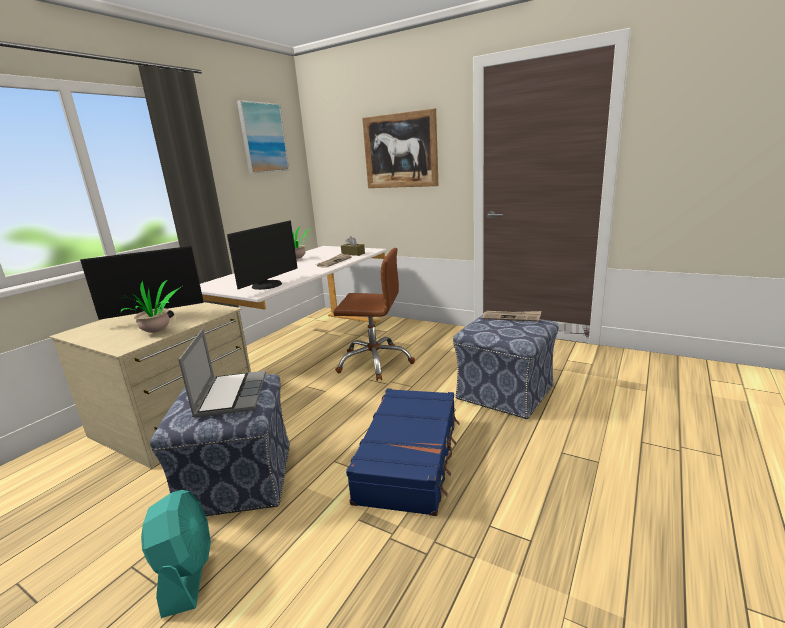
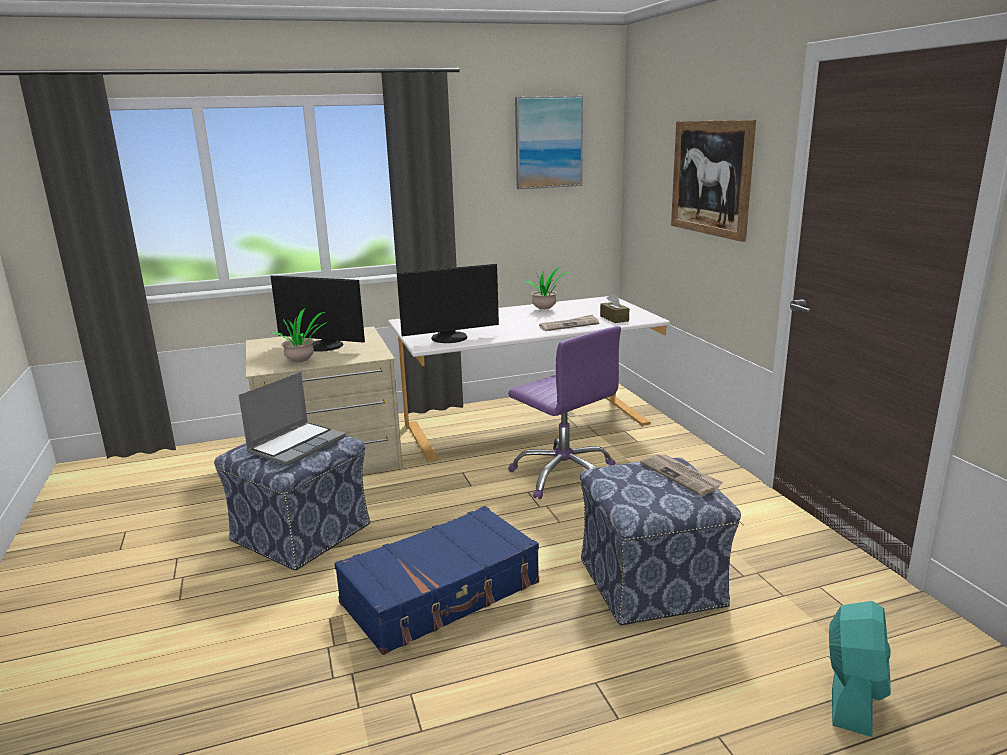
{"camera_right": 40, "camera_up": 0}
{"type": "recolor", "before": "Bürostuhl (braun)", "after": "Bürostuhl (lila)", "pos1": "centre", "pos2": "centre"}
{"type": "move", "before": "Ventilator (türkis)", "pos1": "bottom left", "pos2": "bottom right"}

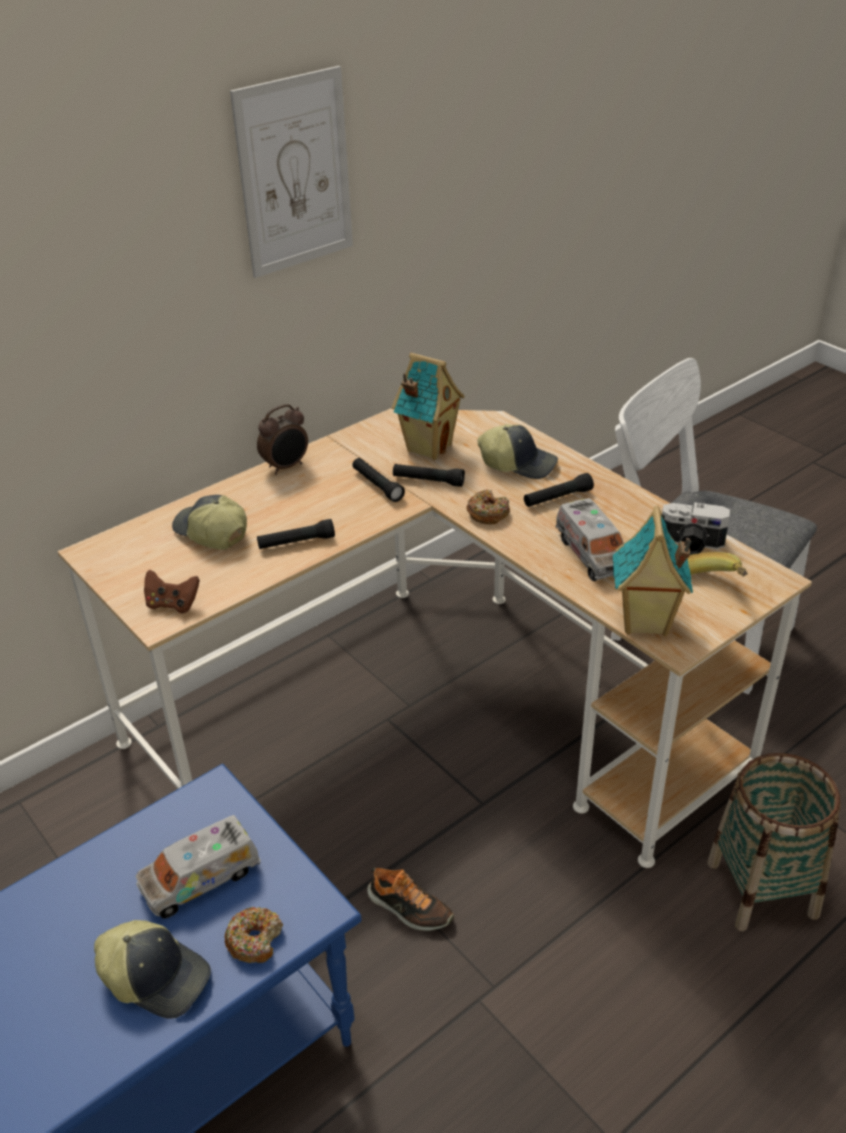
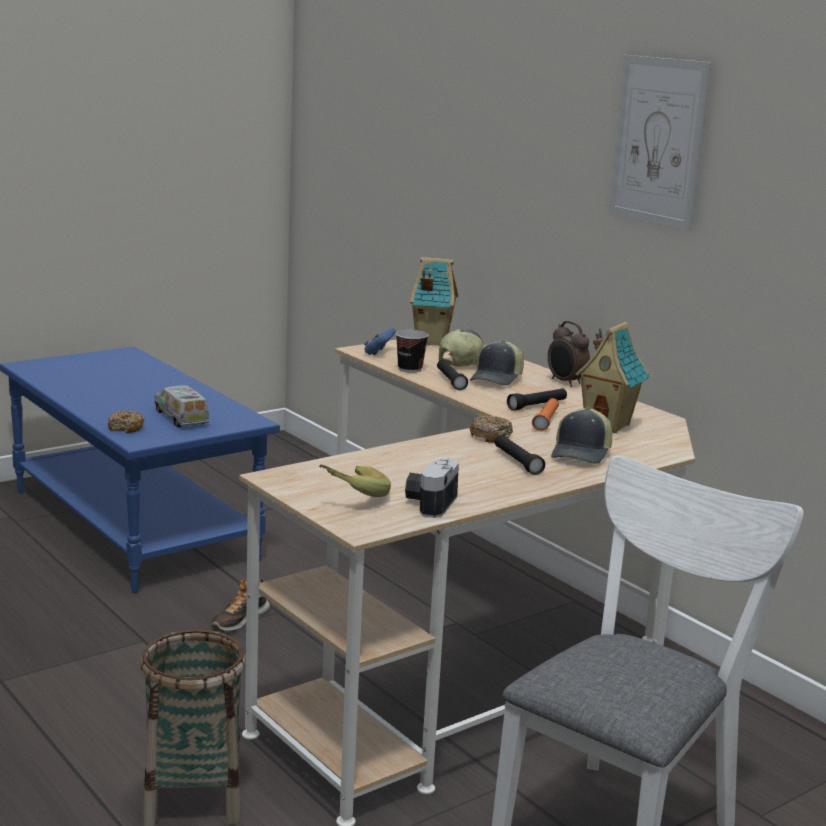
{"camera_right": 90, "camera_up": -20}
{"type": "recolor", "before": "Gamepad (braun)", "after": "Gamepad (blau)", "pos1": "middle left", "pos2": "centre"}
{"type": "insert", "after": "Tasse", "pos2": "centre"}
{"type": "move", "before": "Spielzeughaus (2nd from left in the first image)", "after": "Spielzeughaus (1st from left)", "pos1": "middle right", "pos2": "centre"}
{"type": "move", "before": "Kappe (1st from left in the first image)", "after": "Kappe (2nd from left)", "pos1": "bottom left", "pos2": "centre"}
{"type": "recolor", "before": "Taschenlampe (schwarz) (3rd from left)", "after": "Taschenlampe (orange)", "pos1": "centre", "pos2": "centre"}
{"type": "delete", "before": "Spielzeuglaster (2nd from left)", "pos1": "middle right"}

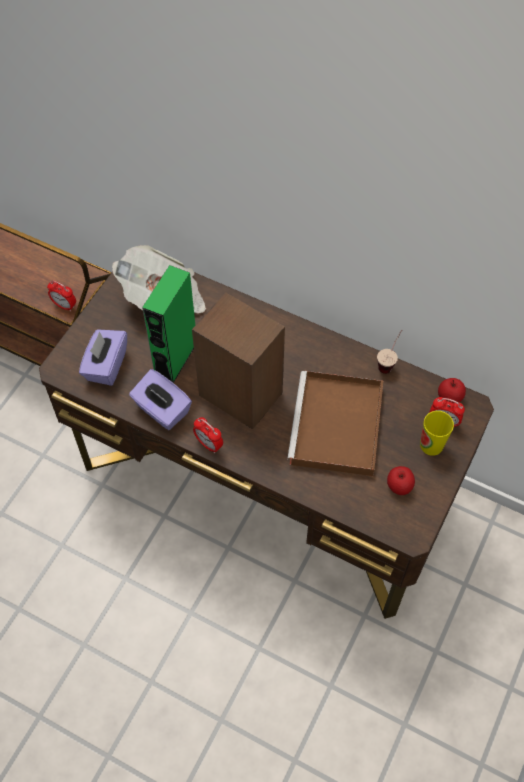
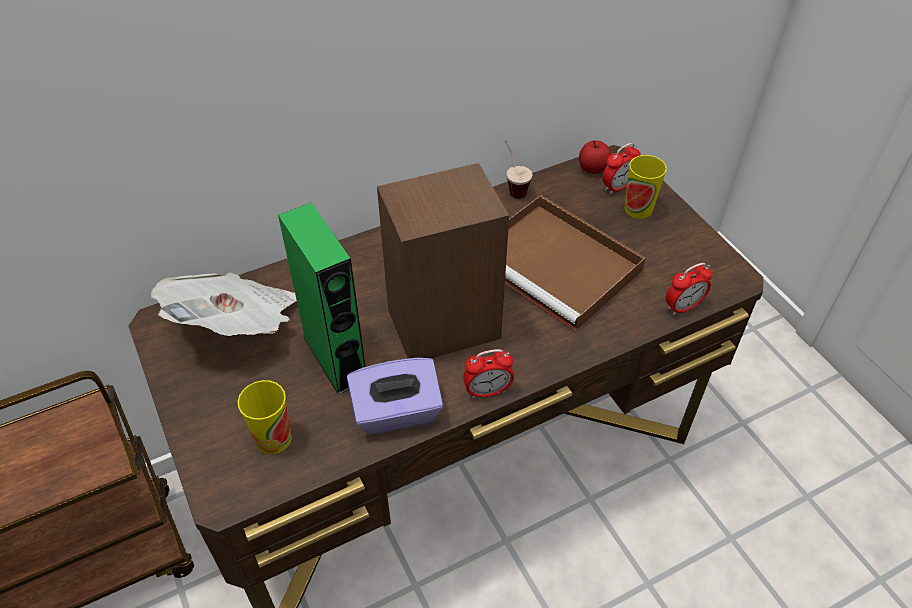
{"camera_right": -55, "camera_up": -10}
{"type": "replace", "before": "Taschentuchbox (lila) (1st from left)", "after": "Tasse (1st from left)", "pos1": "middle left", "pos2": "bottom left"}
{"type": "move", "before": "Wecker (1st from left in the first image)", "after": "Wecker (3rd from left)", "pos1": "middle left", "pos2": "middle right"}
{"type": "delete", "before": "Apfel (1st from left)", "pos1": "middle right"}

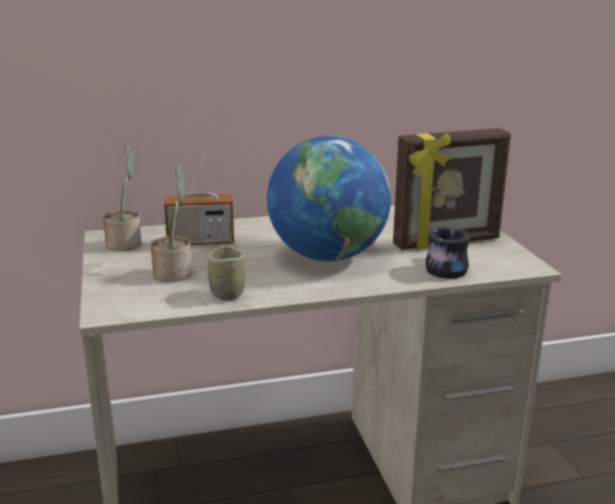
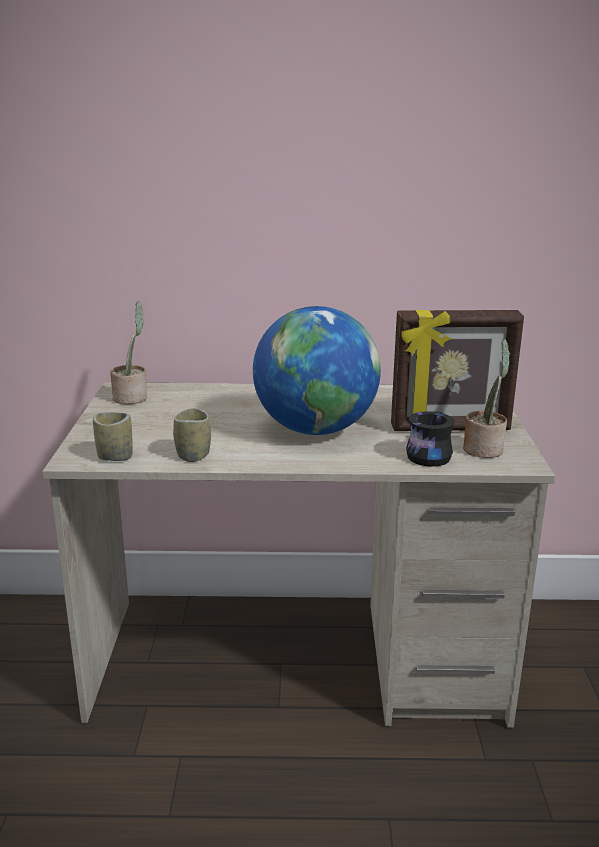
{"camera_right": 15, "camera_up": 0}
{"type": "insert", "after": "Tasse (1st from left)", "pos2": "middle left"}
{"type": "move", "before": "Topfpflanze (2nd from left)", "pos1": "middle left", "pos2": "middle right"}
{"type": "delete", "before": "Radio", "pos1": "middle left"}

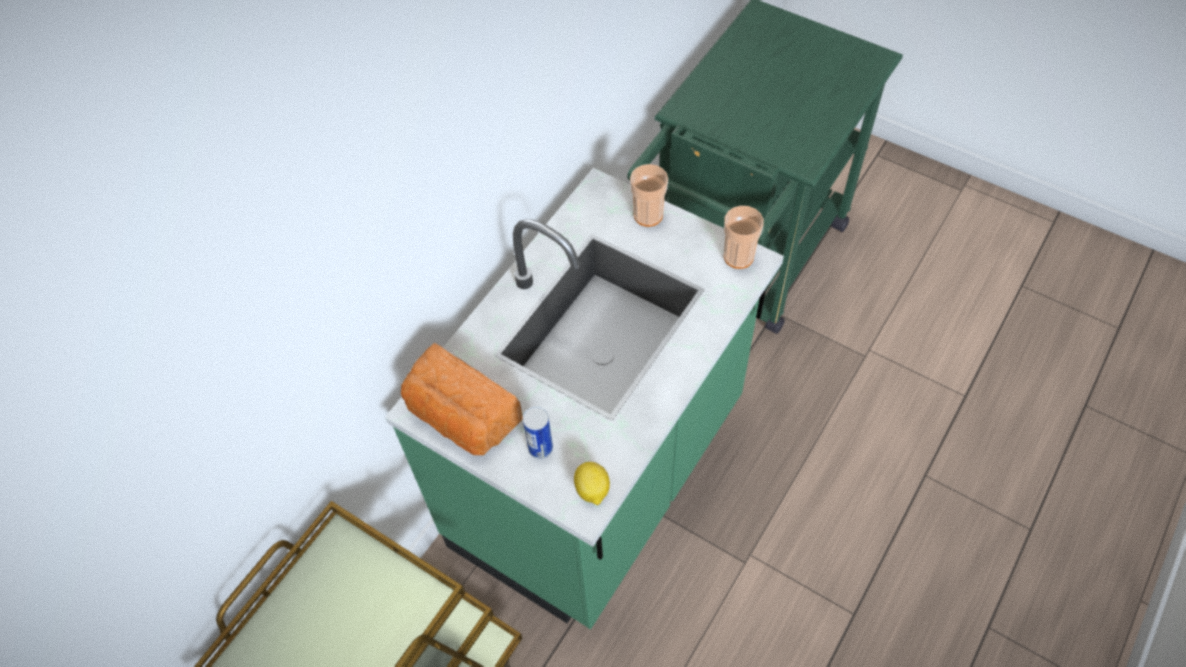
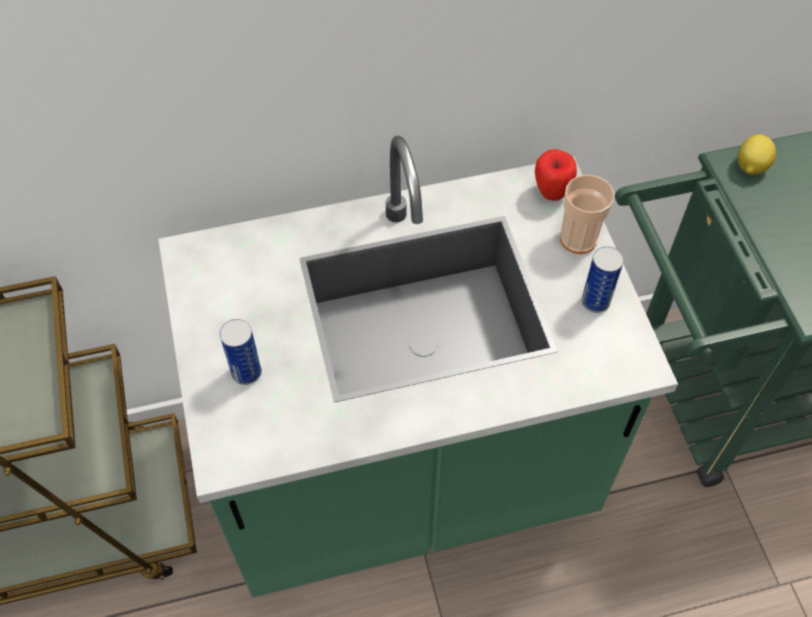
{"camera_right": 40, "camera_up": 0}
{"type": "insert", "after": "Apfel", "pos2": "top right"}
{"type": "insert", "after": "Dose (2nd from left)", "pos2": "middle right"}
{"type": "move", "before": "Zitrone", "pos1": "bottom centre", "pos2": "top right"}
{"type": "delete", "before": "Brot", "pos1": "centre"}
{"type": "delete", "before": "Tasse (2nd from left)", "pos1": "centre"}

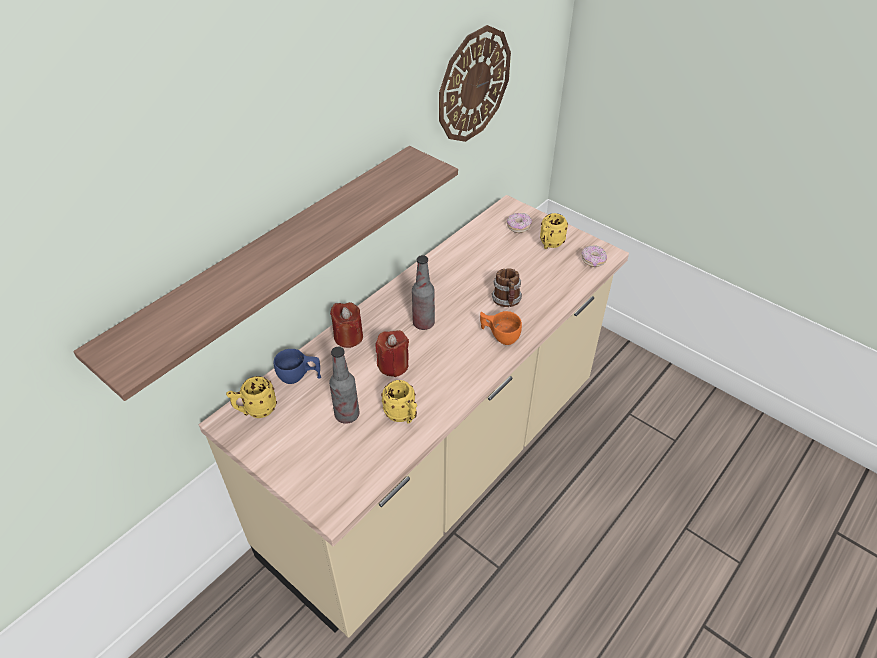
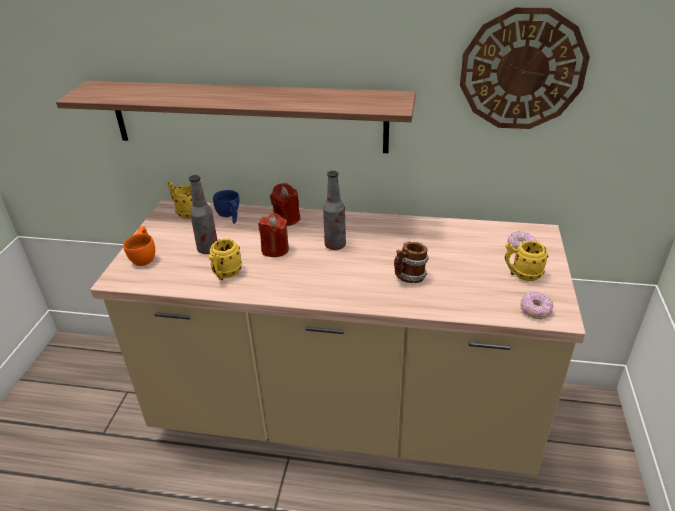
{"camera_right": 60, "camera_up": -10}
{"type": "move", "before": "Tasse (orange)", "pos1": "centre", "pos2": "middle left"}

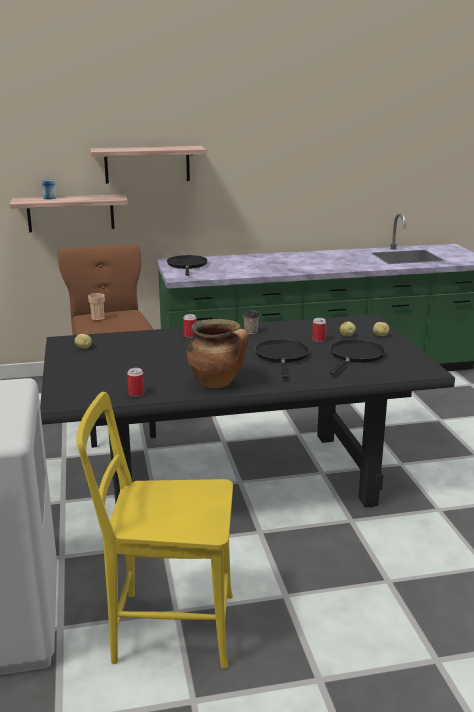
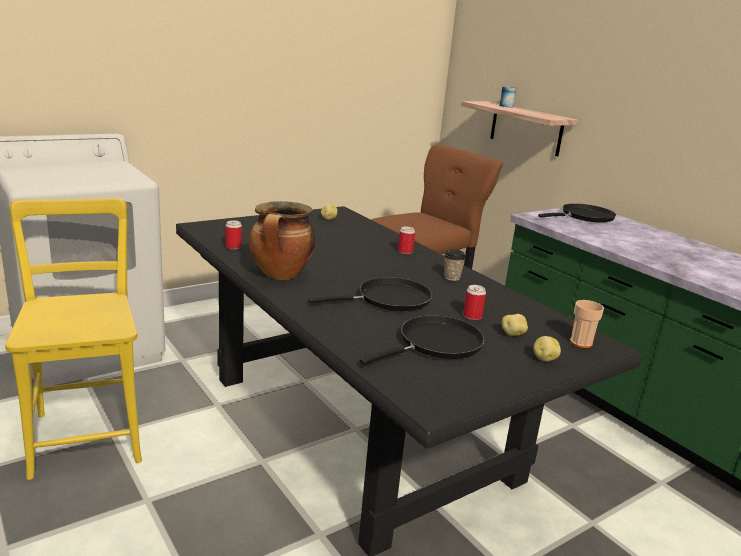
{"camera_right": 65, "camera_up": 0}
{"type": "rotate", "before": "Pfanne (schwarz) (3rd from left in the first image)", "pos1": "middle right", "pos2": "centre", "turn": -45}
{"type": "move", "before": "Tasse (1st from left in the first image)", "after": "Tasse (2nd from left)", "pos1": "middle left", "pos2": "middle right"}
{"type": "delete", "before": "Wandregal (2nd from left)", "pos1": "top left"}

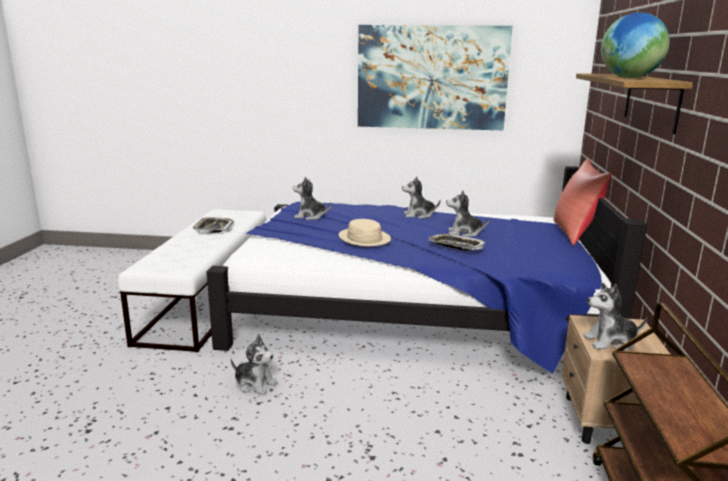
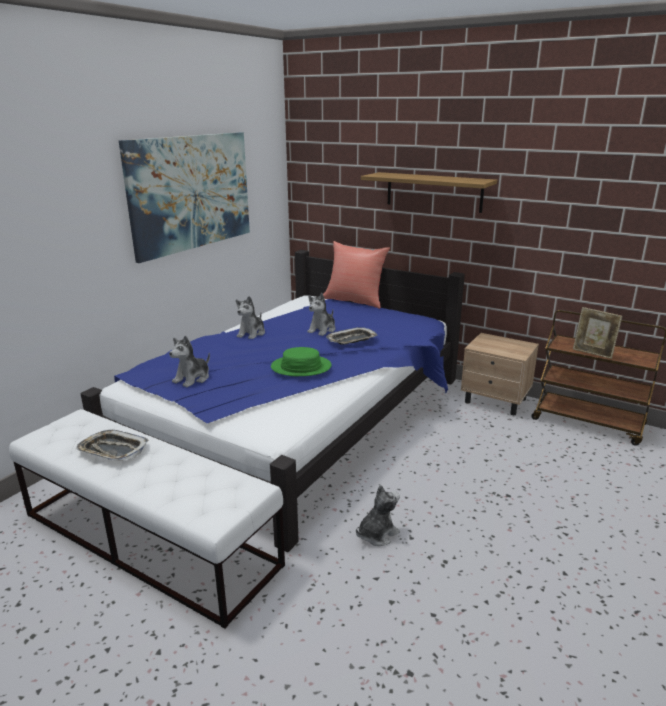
{"camera_right": -65, "camera_up": 5}
{"type": "recolor", "before": "Hut (beige)", "after": "Hut (grün)", "pos1": "centre", "pos2": "centre"}
{"type": "insert", "after": "Bilderrahmen", "pos2": "middle right"}
{"type": "delete", "before": "Plüschtier (5th from left)", "pos1": "middle right"}
{"type": "delete", "before": "Globus", "pos1": "top right"}

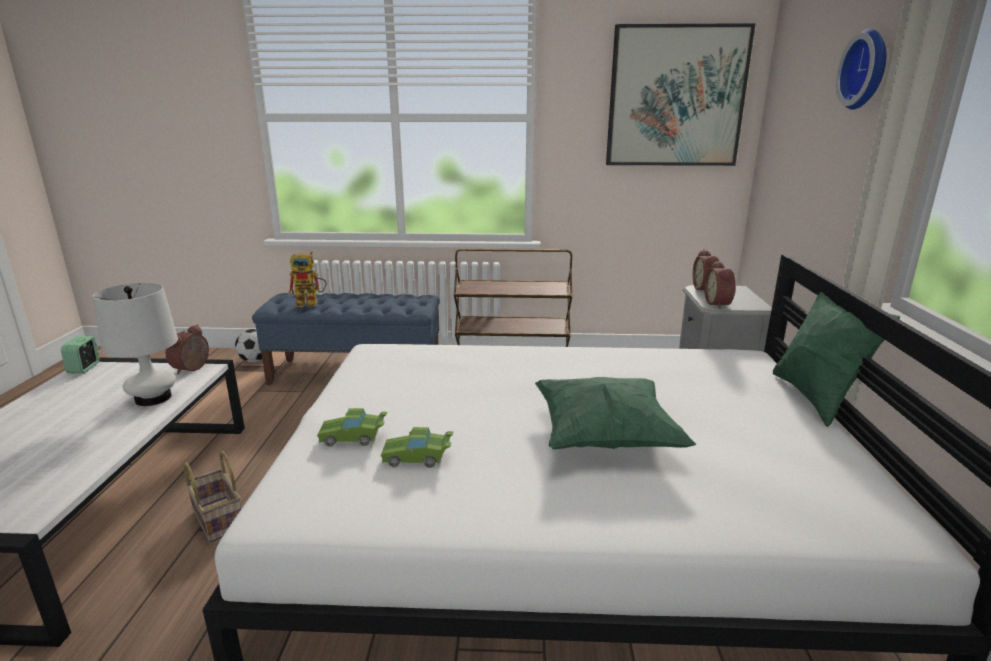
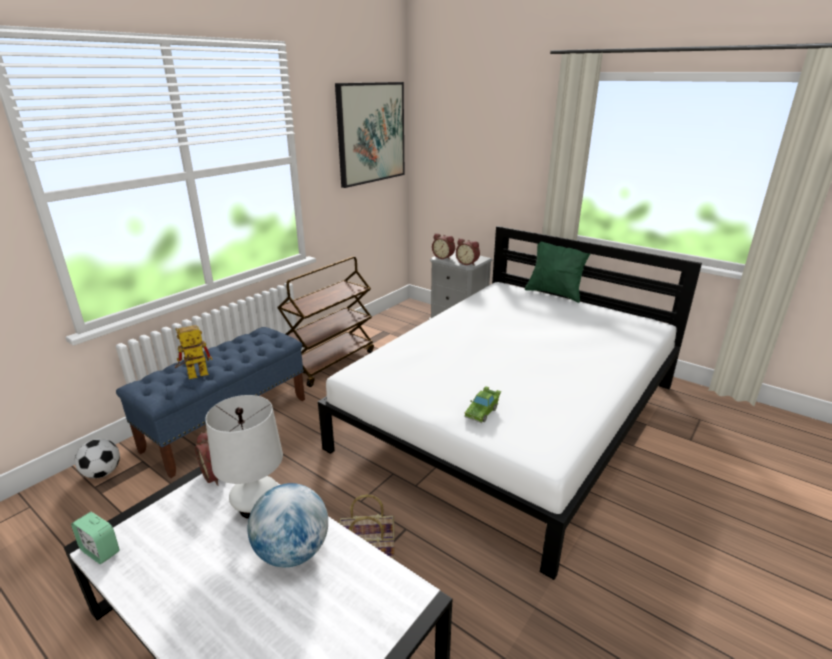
{"camera_right": -55, "camera_up": 5}
{"type": "rotate", "before": "Spielzeugroboter", "pos1": "middle left", "pos2": "middle left", "turn": -150}
{"type": "insert", "after": "Globus", "pos2": "bottom centre"}
{"type": "delete", "before": "Spielzeugauto (grün) (2nd from left)", "pos1": "bottom centre"}
{"type": "delete", "before": "Kissen (grün) (1st from left)", "pos1": "centre"}
{"type": "delete", "before": "Wanduhr", "pos1": "top right"}

